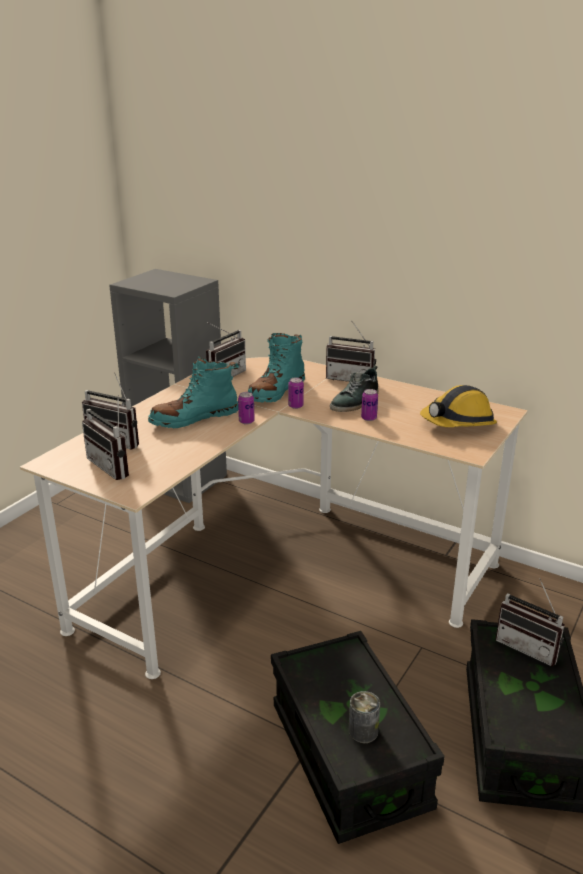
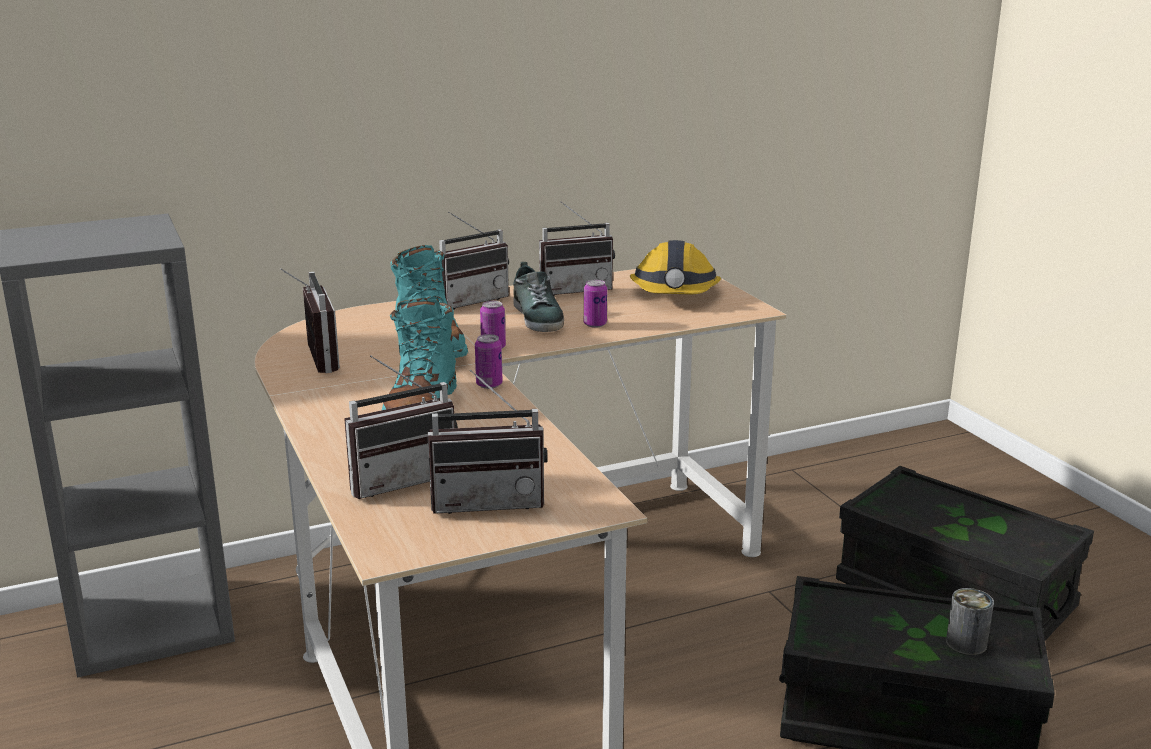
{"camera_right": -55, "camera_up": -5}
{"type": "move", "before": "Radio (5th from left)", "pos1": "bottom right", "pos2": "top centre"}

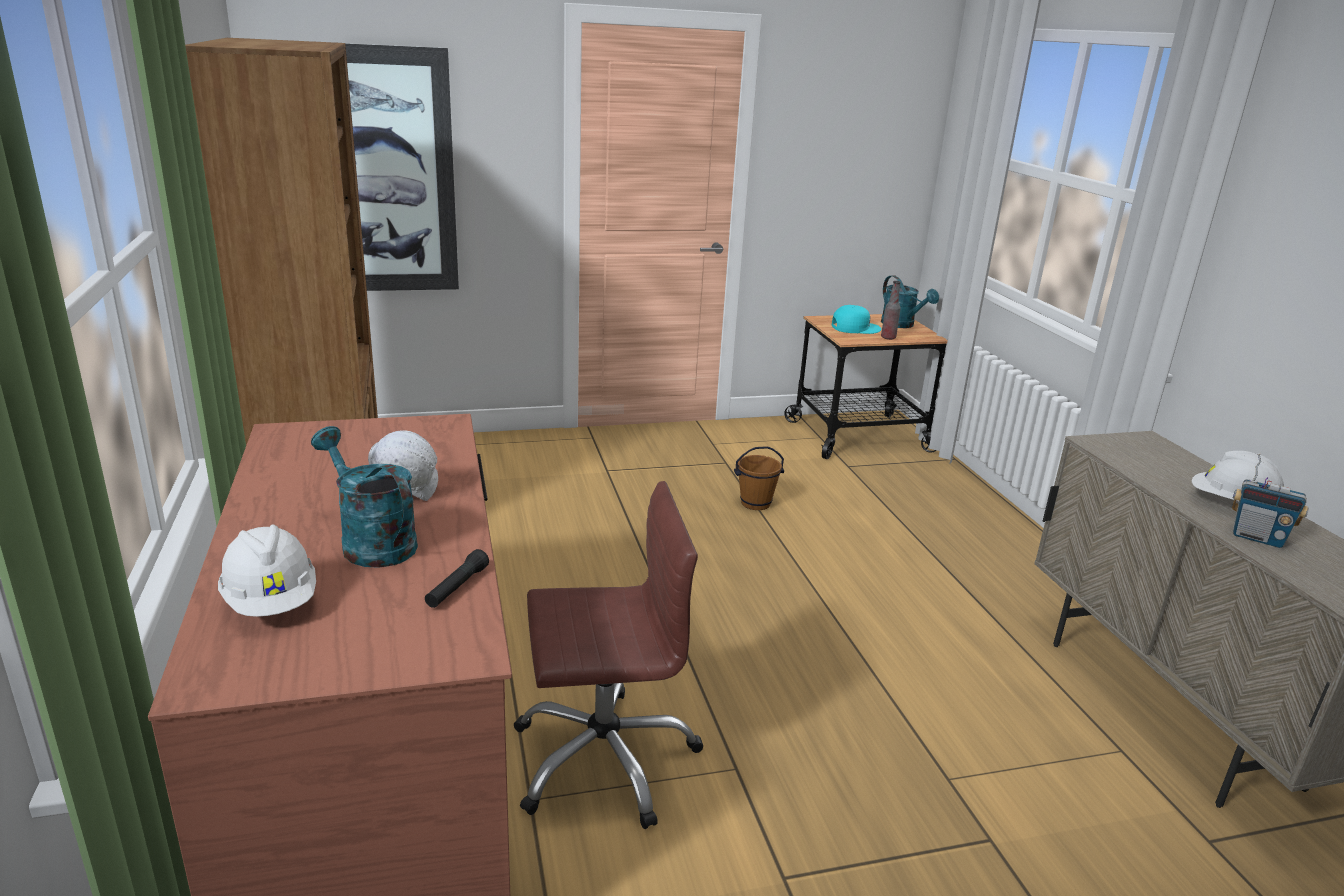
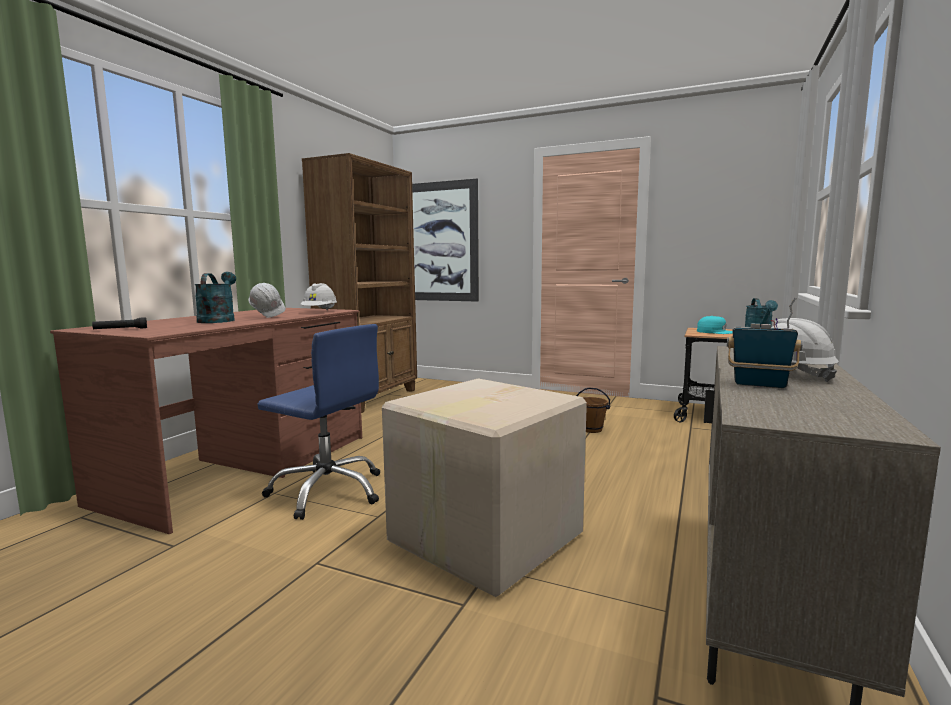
{"camera_right": 40, "camera_up": -15}
{"type": "move", "before": "Taschenlampe (schwarz)", "pos1": "centre", "pos2": "middle left"}
{"type": "recolor", "before": "Bürostuhl (braun)", "after": "Bürostuhl (blau)", "pos1": "bottom centre", "pos2": "centre"}
{"type": "move", "before": "Schutzhelm (weiß) (1st from left in the first image)", "after": "Schutzhelm (weiß) (2nd from left)", "pos1": "middle left", "pos2": "centre"}
{"type": "insert", "after": "Karton", "pos2": "bottom centre"}
{"type": "rotate", "before": "Radio", "pos1": "middle right", "pos2": "middle right", "turn": 135}
{"type": "delete", "before": "Flasche", "pos1": "centre"}

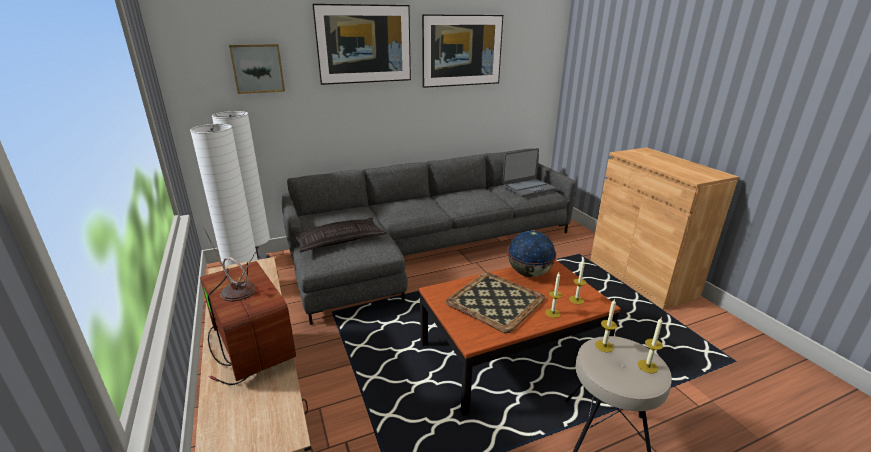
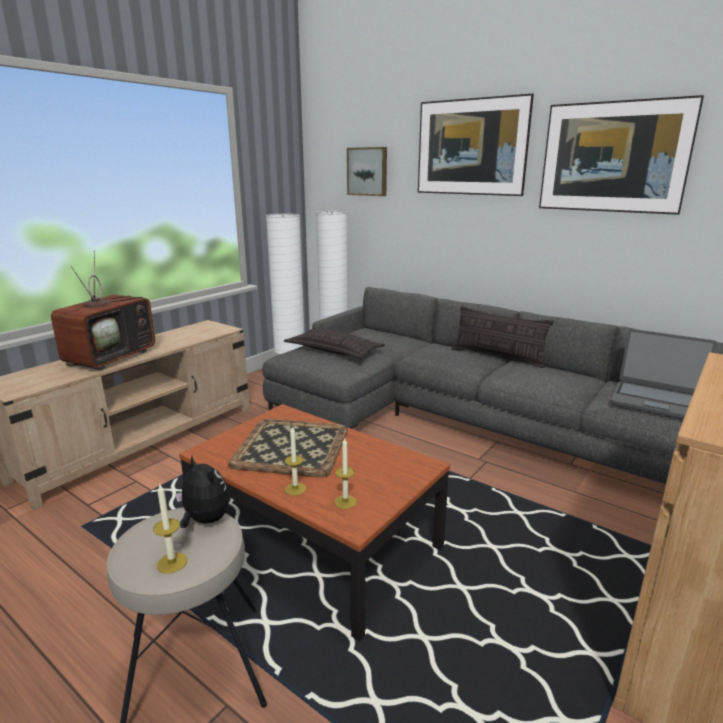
{"camera_right": 60, "camera_up": -5}
{"type": "replace", "before": "Kerze (3rd from left)", "after": "Plüschtier", "pos1": "bottom right", "pos2": "bottom left"}
{"type": "insert", "after": "Kissen (2nd from left)", "pos2": "middle right"}
{"type": "delete", "before": "Globus", "pos1": "centre"}

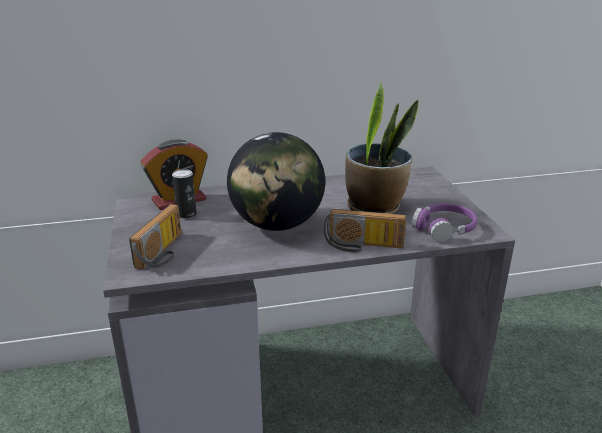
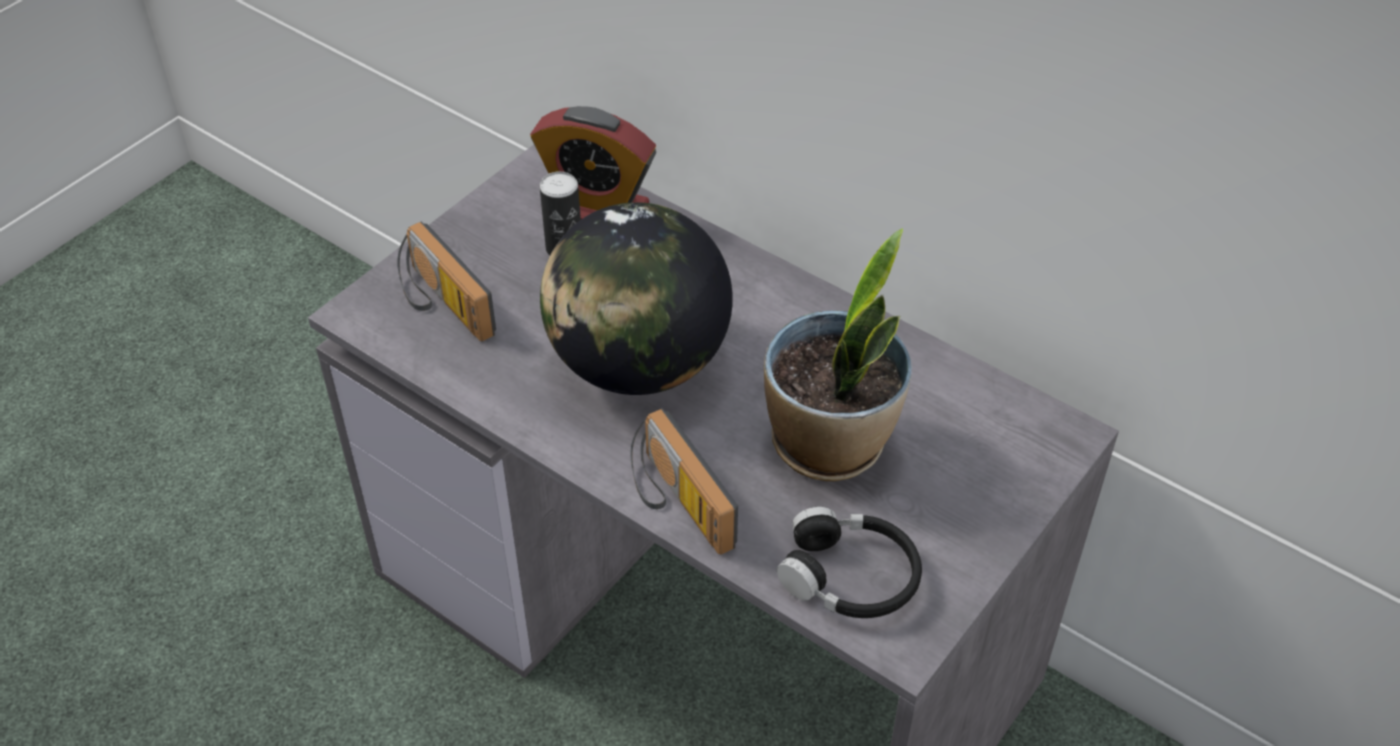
{"camera_right": 50, "camera_up": 20}
{"type": "rotate", "before": "Radio (1st from left)", "pos1": "middle left", "pos2": "middle left", "turn": 75}
{"type": "recolor", "before": "Kopfhörer (lila)", "after": "Kopfhörer (schwarz)", "pos1": "middle right", "pos2": "bottom centre"}

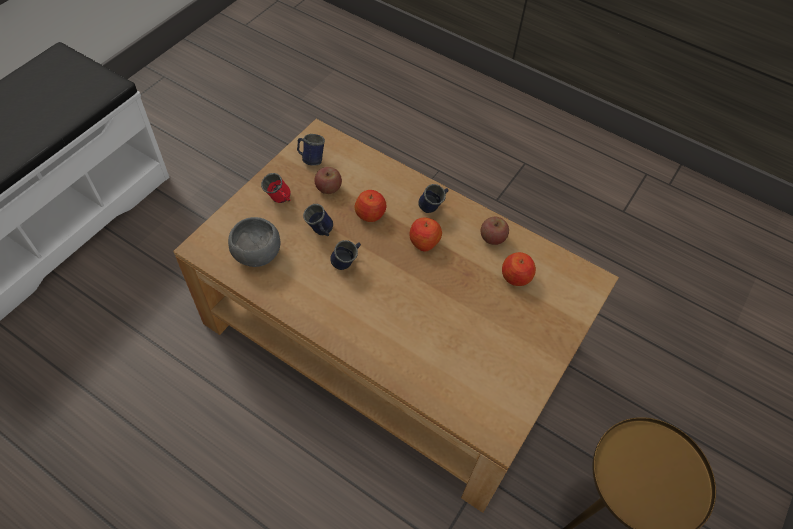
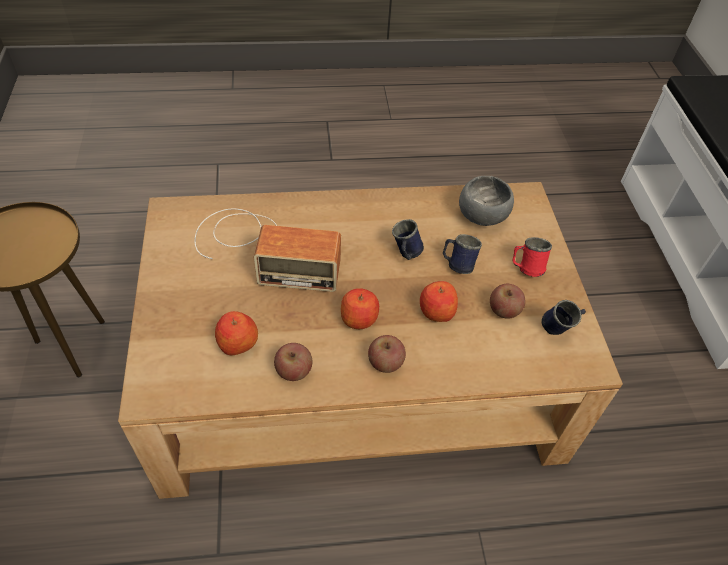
{"camera_right": 140, "camera_up": -5}
{"type": "insert", "after": "Radio", "pos2": "centre"}
{"type": "replace", "before": "Henkelbecher (blau) (4th from left)", "after": "Apfel (4th from left)", "pos1": "centre", "pos2": "centre"}

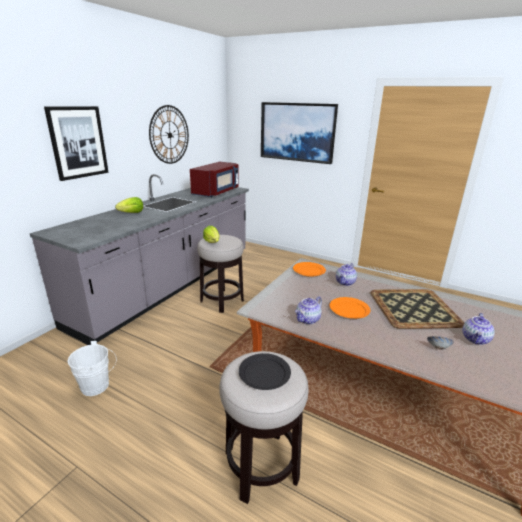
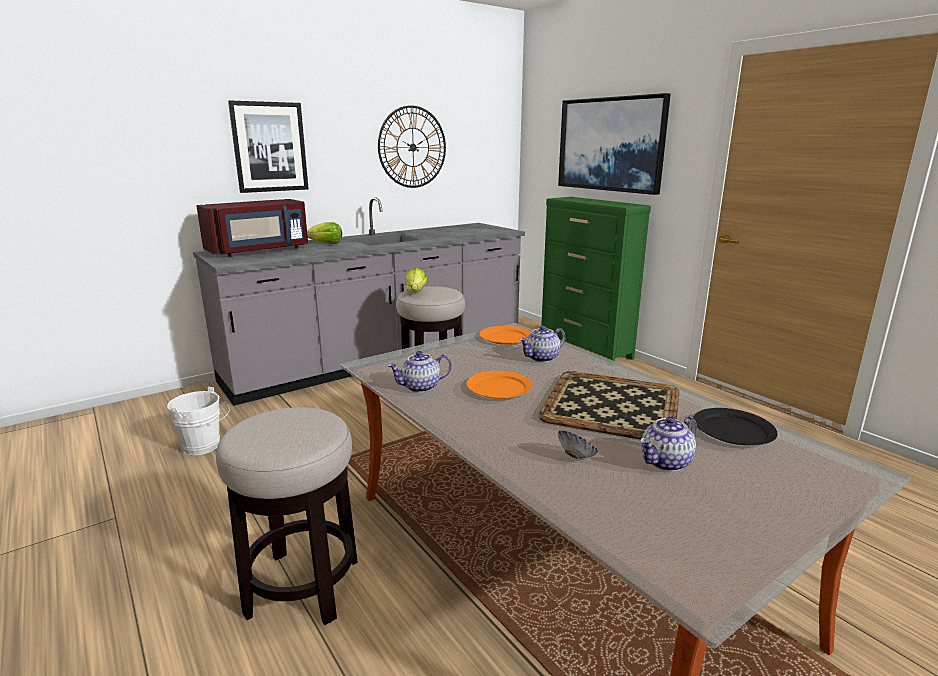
{"camera_right": 25, "camera_up": -5}
{"type": "move", "before": "Mikrowelle (rot)", "pos1": "centre", "pos2": "middle left"}
{"type": "insert", "after": "Kommode (grün)", "pos2": "centre"}
{"type": "move", "before": "Teller (schwarz)", "pos1": "bottom centre", "pos2": "middle right"}

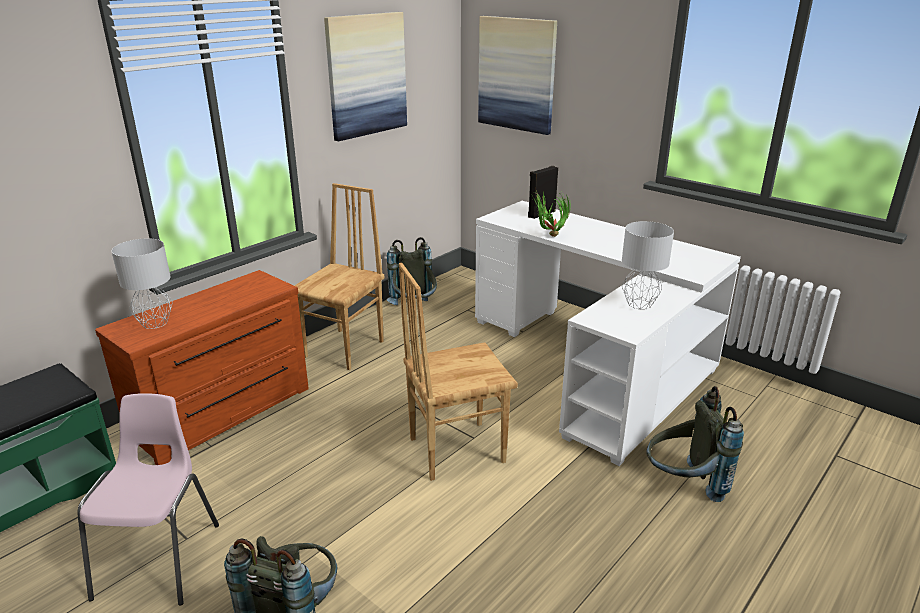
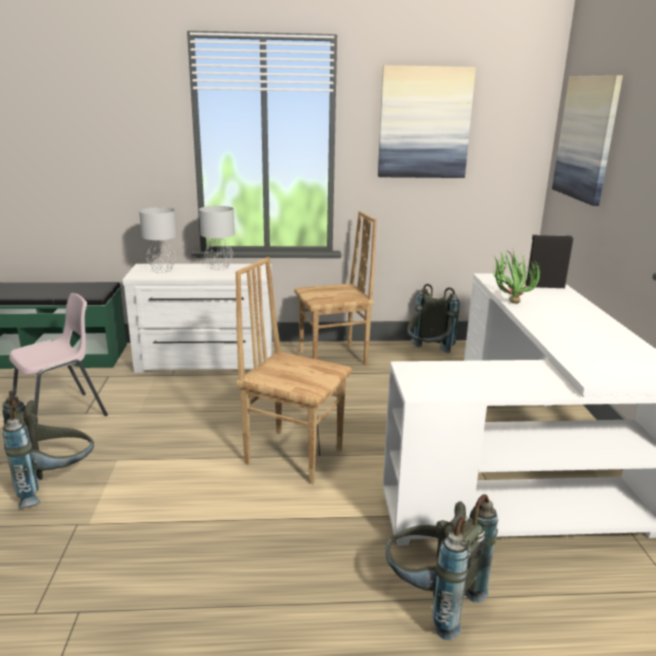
{"camera_right": 45, "camera_up": -5}
{"type": "recolor", "before": "Kommode (braun)", "after": "Kommode (weiß)", "pos1": "middle left", "pos2": "middle left"}
{"type": "move", "before": "Tischlampe (grau) (2nd from left)", "pos1": "middle right", "pos2": "middle left"}

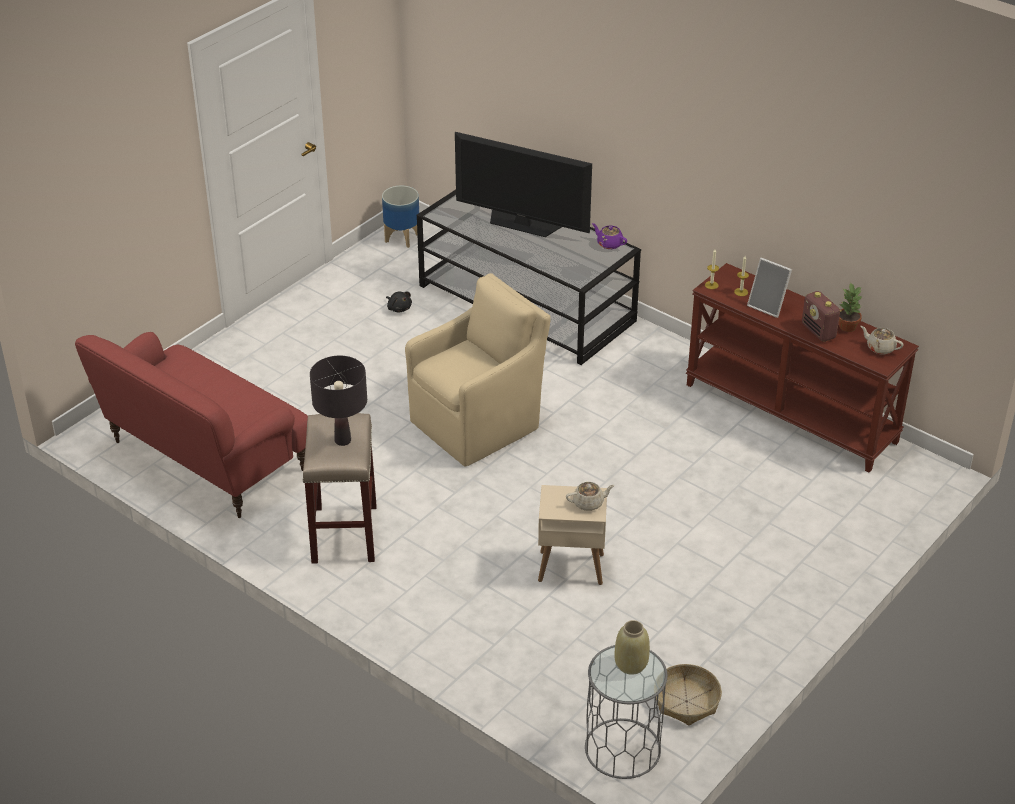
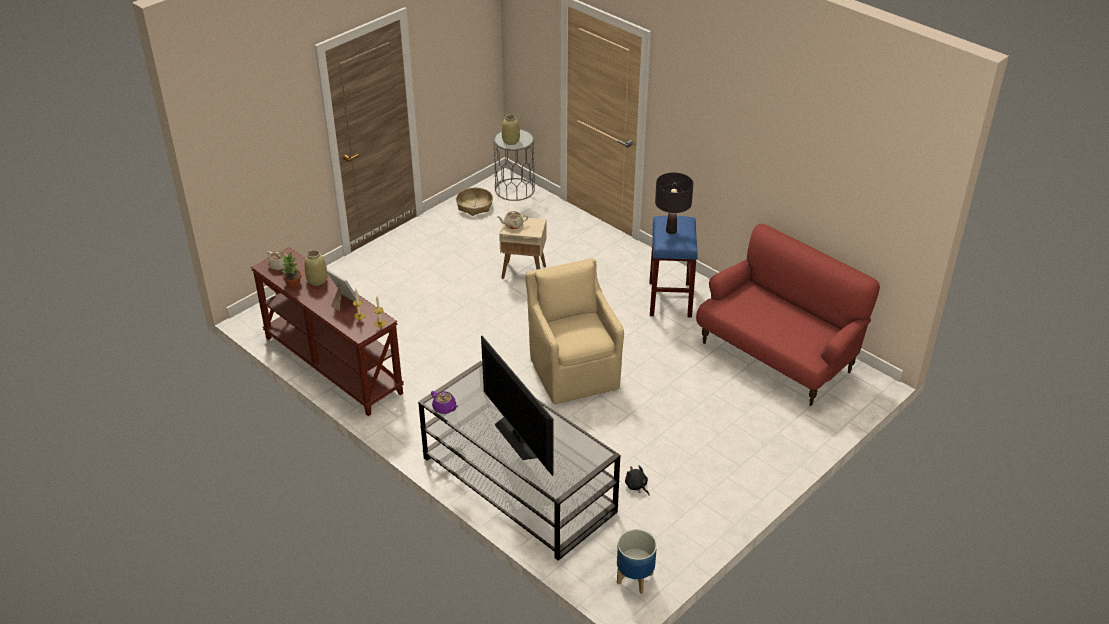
{"camera_right": -175, "camera_up": 0}
{"type": "replace", "before": "Radio", "after": "Vase (beige) (1st from left)", "pos1": "middle right", "pos2": "middle left"}
{"type": "rotate", "before": "Fernseher", "pos1": "top centre", "pos2": "centre", "turn": -150}
{"type": "rotate", "before": "Sessel (beige)", "pos1": "centre", "pos2": "centre", "turn": 105}
{"type": "recolor", "before": "Hocker (beige)", "after": "Hocker (blau)", "pos1": "centre", "pos2": "centre"}

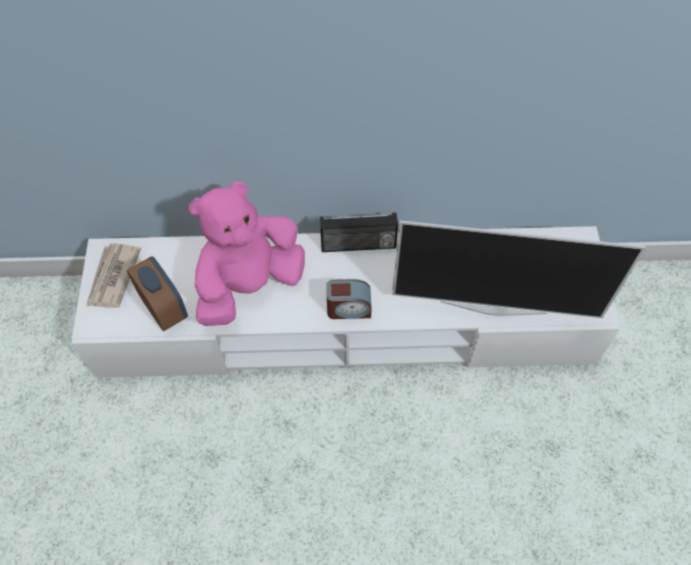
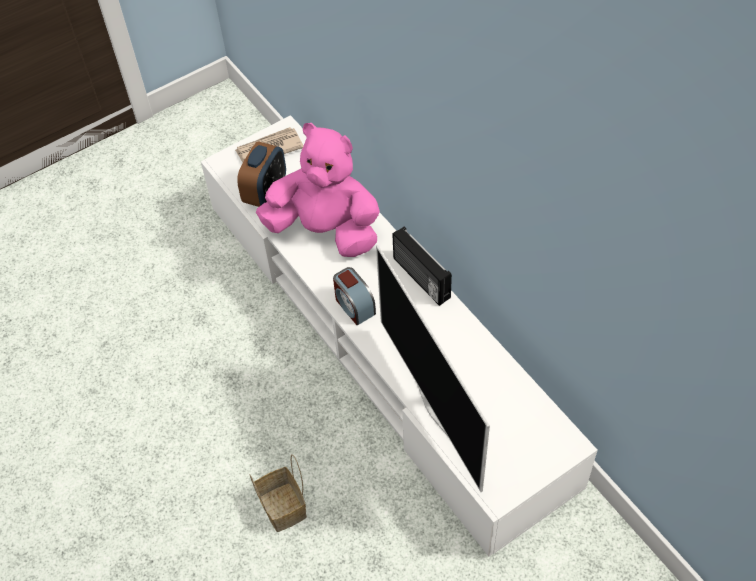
{"camera_right": 60, "camera_up": -5}
{"type": "insert", "after": "Korb", "pos2": "bottom centre"}

